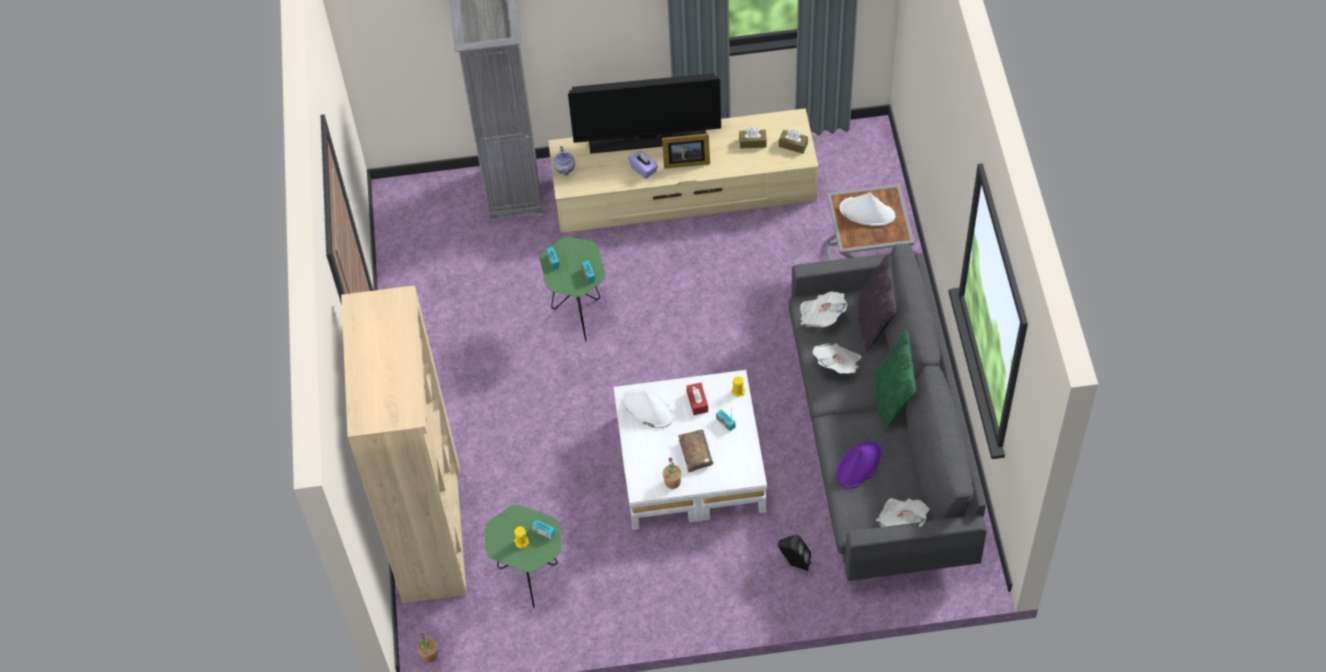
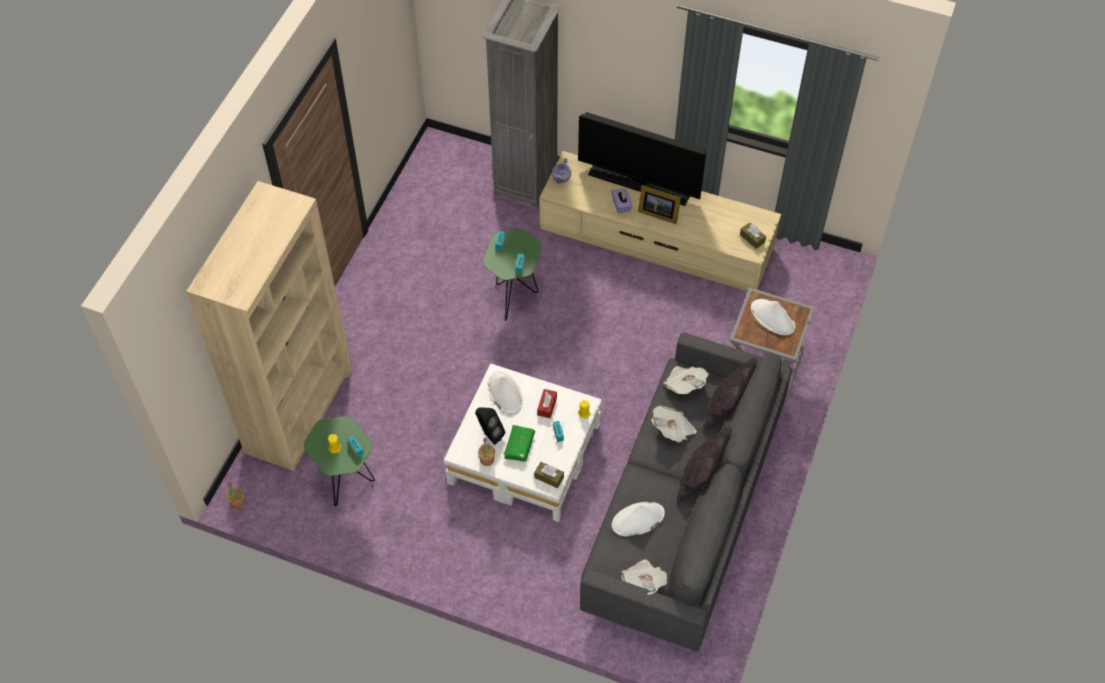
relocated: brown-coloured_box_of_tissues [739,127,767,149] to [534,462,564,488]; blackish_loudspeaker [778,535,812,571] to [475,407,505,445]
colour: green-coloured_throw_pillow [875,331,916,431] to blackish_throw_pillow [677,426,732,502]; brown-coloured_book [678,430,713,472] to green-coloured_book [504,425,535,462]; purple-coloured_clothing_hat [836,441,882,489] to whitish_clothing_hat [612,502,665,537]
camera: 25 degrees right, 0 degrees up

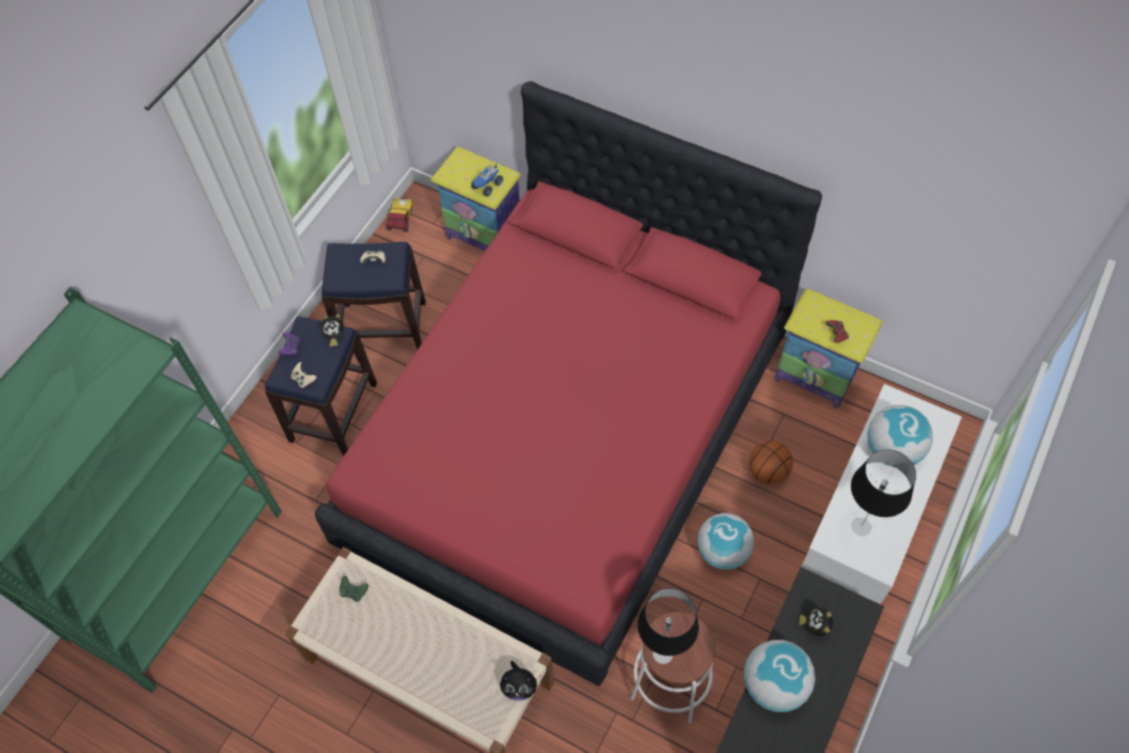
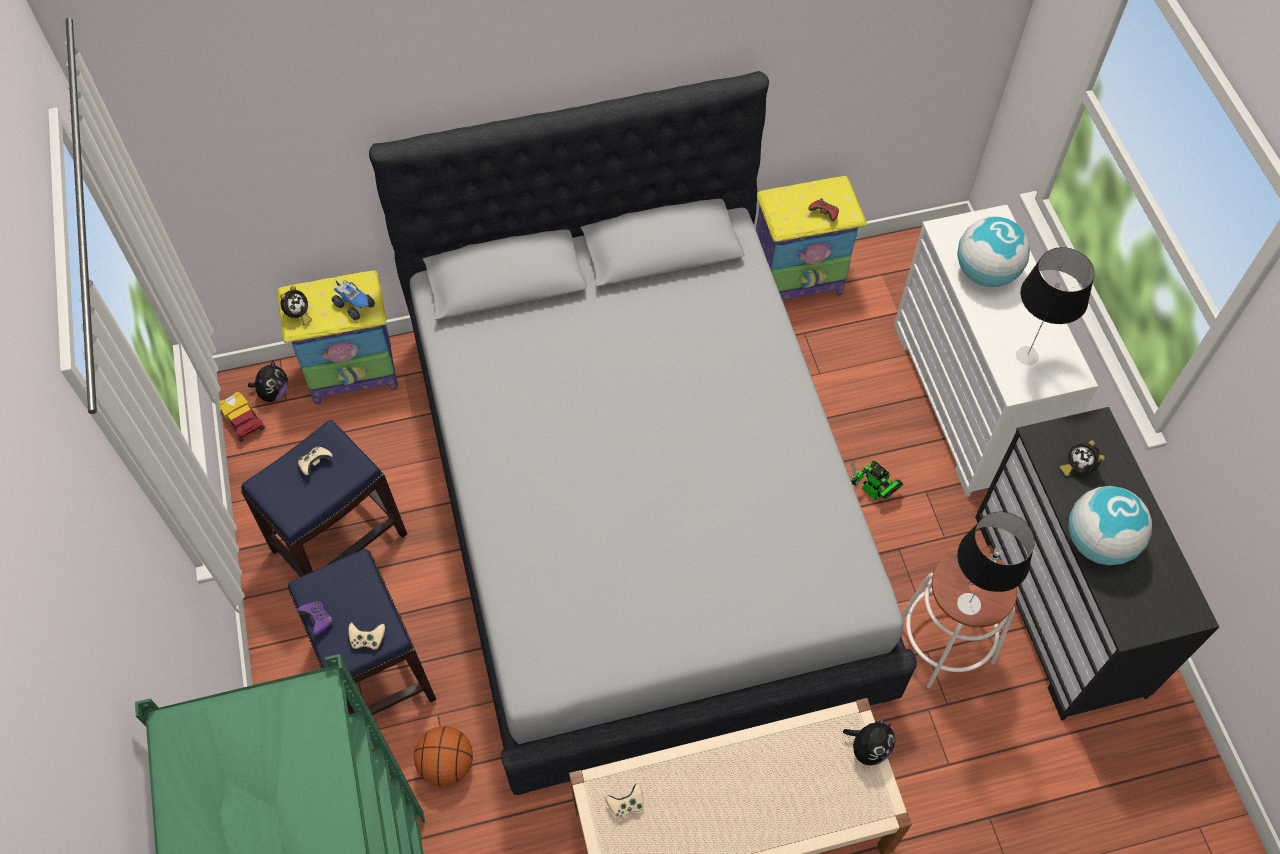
appeared: plush_toy [248,360,288,402]
relocated: bedside_clock [320,314,344,346] to [280,286,312,326]; ball_for_basketball [749,440,793,484] to [414,726,473,786]
exchanged: world_globe [697,513,754,570] to toy_robot [850,461,904,500]
colour: red_sleeping_bed [315,81,822,686] to greyish_sleeping_bed [369,71,917,795]; green-coloured_gamepad [340,576,368,602] to beige_gamepad [605,783,644,819]
spun: toy_lorry [471,163,503,197] = [332,280,375,320] 45 degrees counterclockwise
camera: 45 degrees left, 0 degrees up

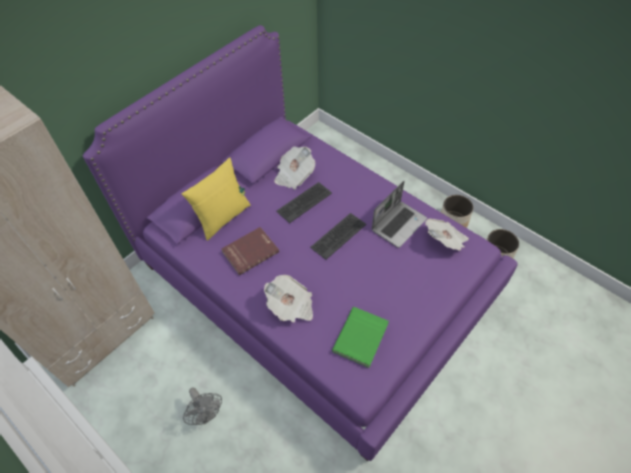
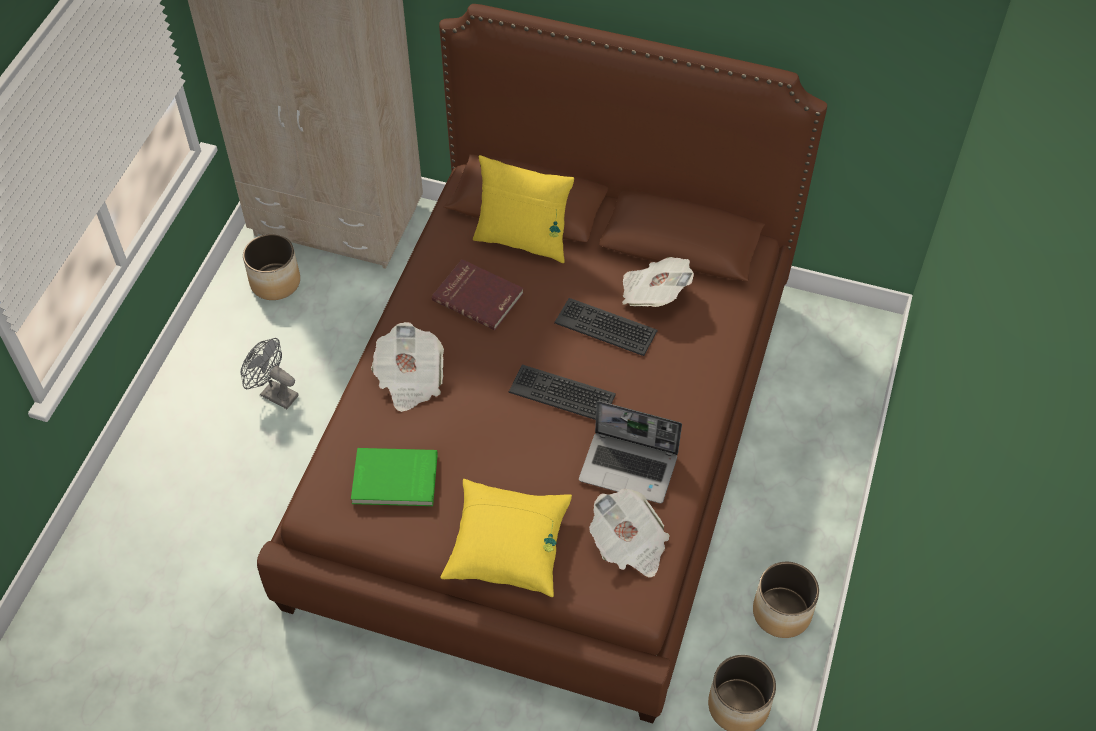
appeared: planter [243,234,300,300]; yellow-coloured_throw_pillow [440,479,572,597]
colour: purple-coloured_sleeping_bed [83,25,518,461] to brown-coloured_sleeping_bed [257,4,827,724]
spun: greyish_cooling_fan [183,388,222,425] = [241,338,299,409] 90 degrees clockwise
camera: 65 degrees right, 0 degrees up

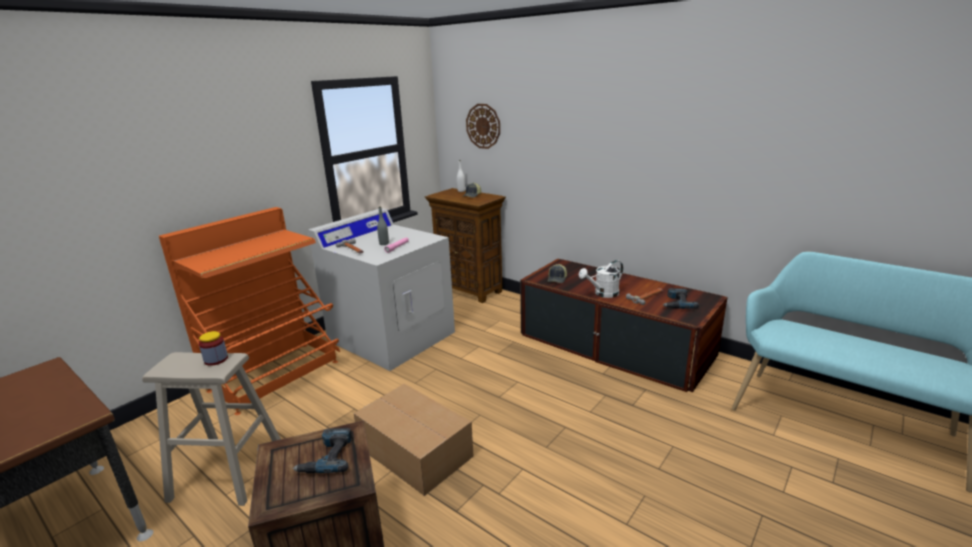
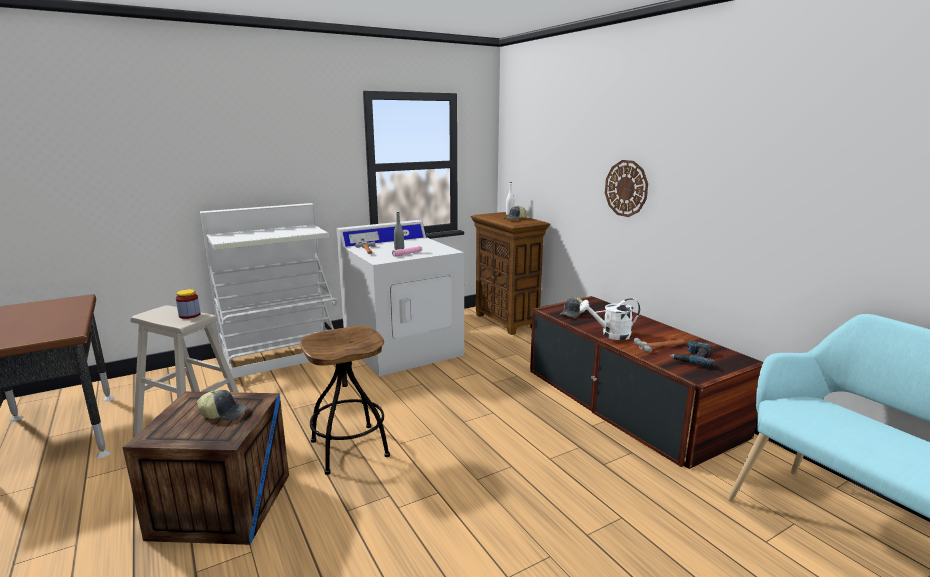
relocated: wall_clock [466,104,500,149] to [605,160,648,217]
exchanged: cardboard_box [354,384,473,496] to brown-coloured_stool_seat [300,326,390,475]; electric_drill [292,428,352,473] to baseball_cap [197,390,249,421]
colour: orange_shoe_shelf [159,207,340,415] to whitish_shoe_shelf [200,203,338,378]
camera: 20 degrees right, 5 degrees down

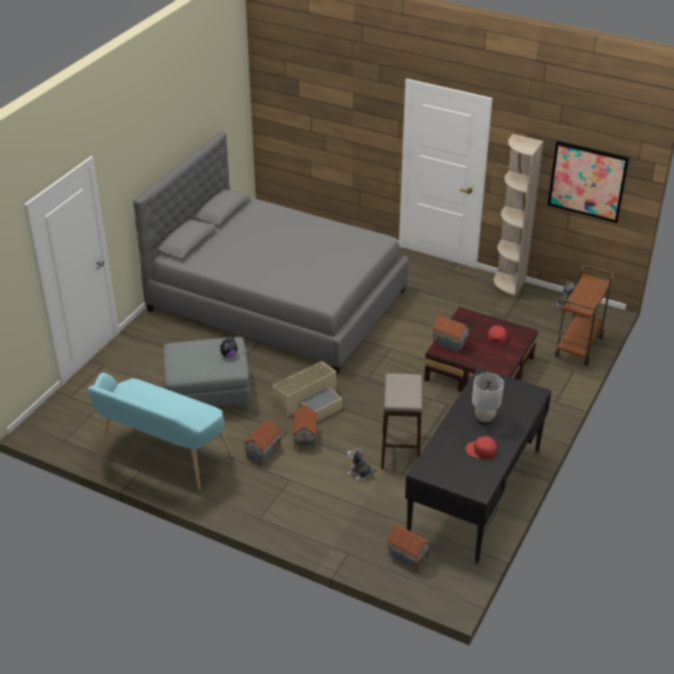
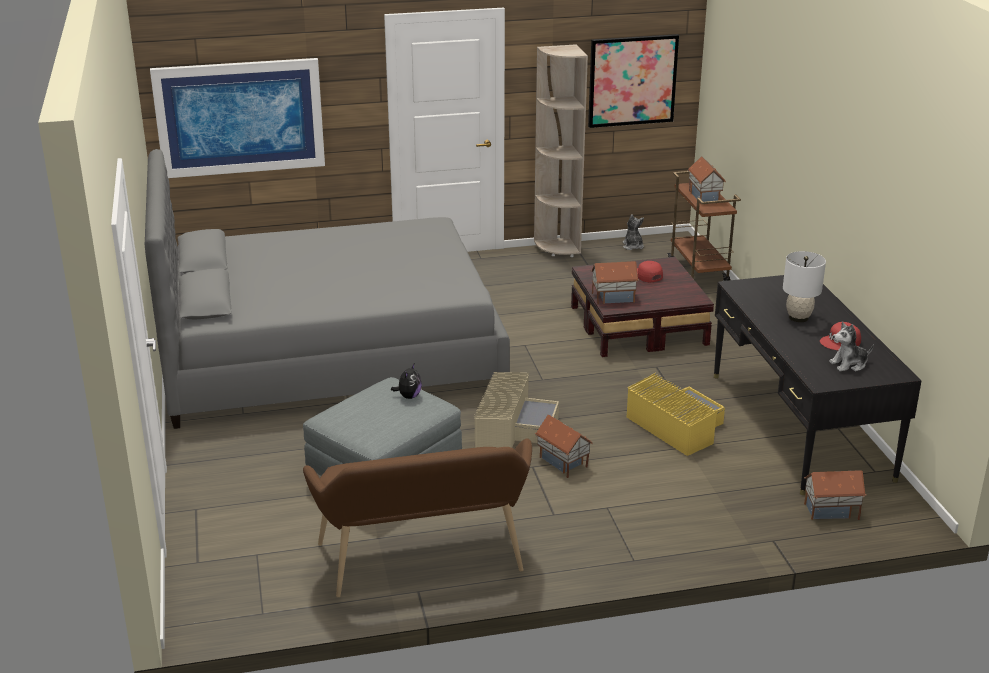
appeared: wall_art [150,58,325,178]
relocated: model_house [243,419,281,464] to [688,156,726,204]; plush_toy [347,446,376,480] to [829,322,874,371]
exchanged: stool_seat [381,374,422,469] to yellow-coloured_storage_bin [627,373,725,456]
colour: blue-green_indoor_bench [87,373,233,490] to brown-coloured_indoor_bench [303,439,532,597]
camera: 40 degrees left, 10 degrees down

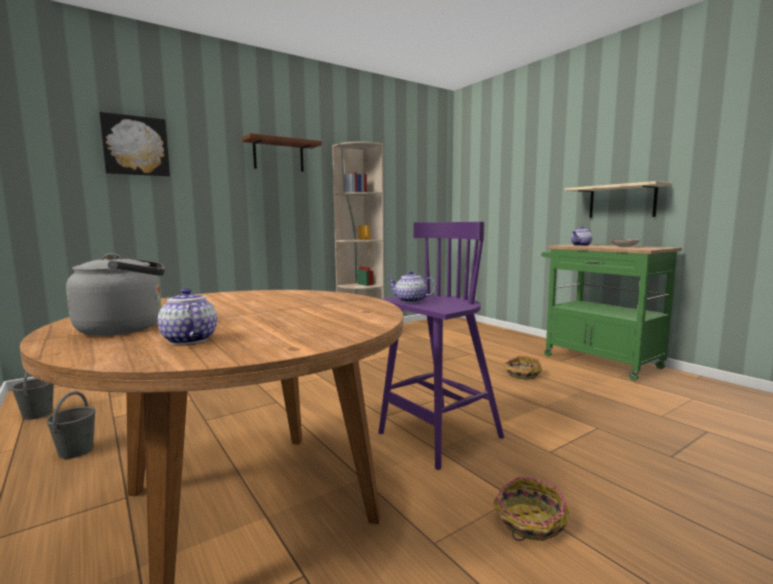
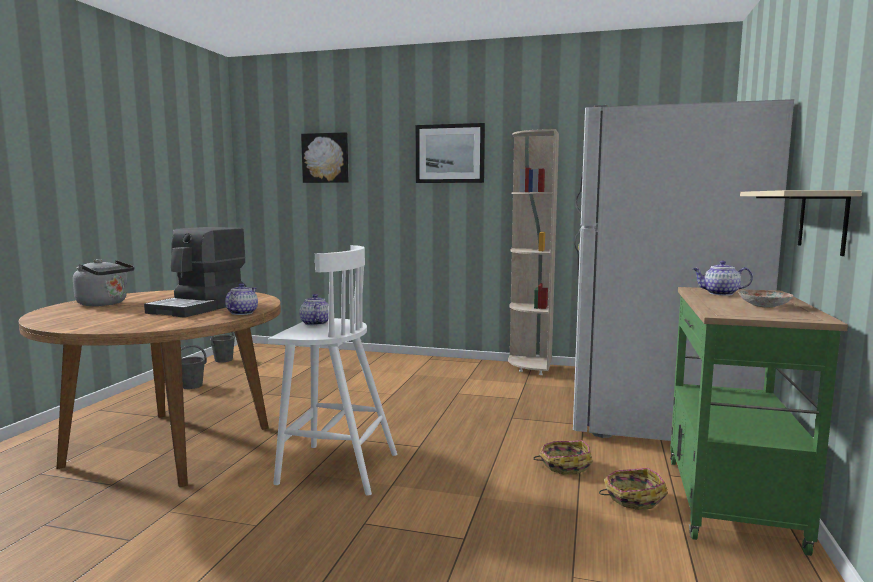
appeared: whitish_kitchen_fridge [573,99,794,441]; coffee_maker [144,227,247,318]
relocated: teapot [158,288,217,345] to [225,283,258,315]; storage_basket [493,476,569,541] to [599,468,668,510]
exchanged: brown-coloured_bracket_shelf [242,133,322,172] to wall_art [416,123,485,183]
colour: purple-coloured_stool_seat [378,222,504,470] to whitish_stool_seat [268,245,397,496]
camera: 50 degrees right, 0 degrees up

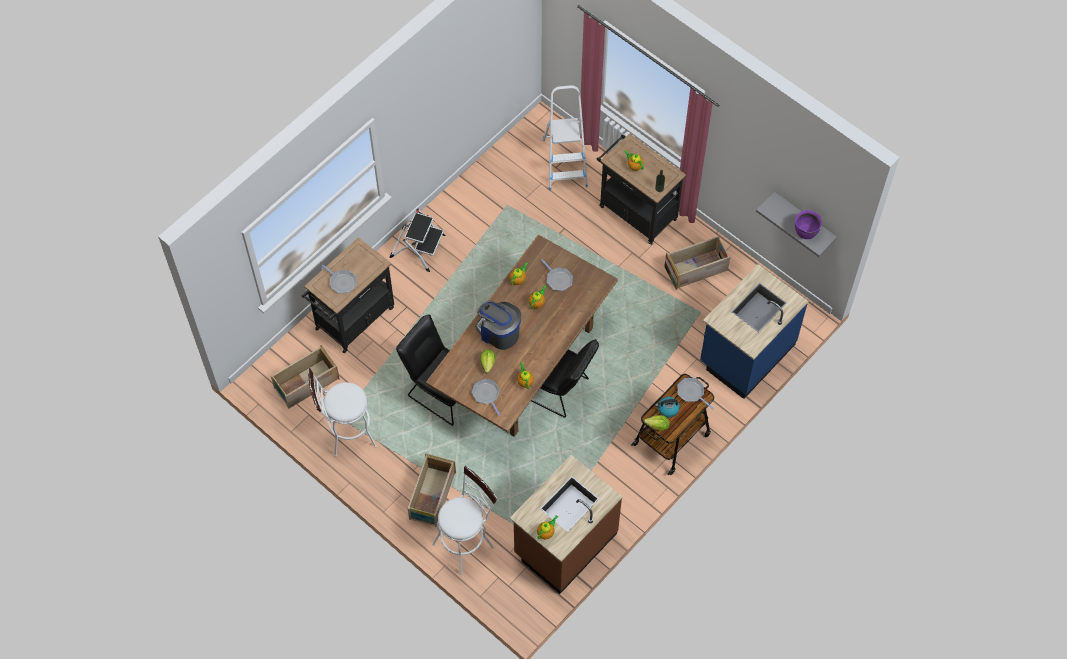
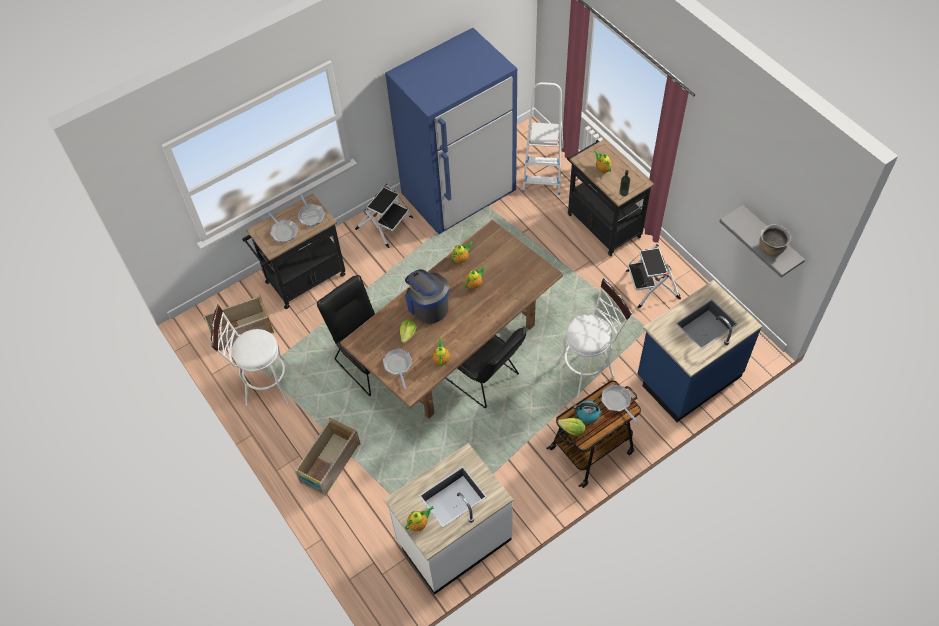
appeared: blue_kitchen_fridge [385,28,517,234]
relocated: frying_pan [541,259,573,291] to [298,194,325,226]; whitish_stool_seat [432,465,497,575] to [554,278,632,398]
exchanged: packing_crate [664,236,730,290] to step_stool [626,244,681,308]
colour: purple-coloured_saucepot [795,210,822,239] to brown-coloured_saucepot [759,224,791,257]; brown-coloured_counter [510,455,623,594] to whitish_counter [383,443,514,595]
camera: 15 degrees right, 5 degrees down

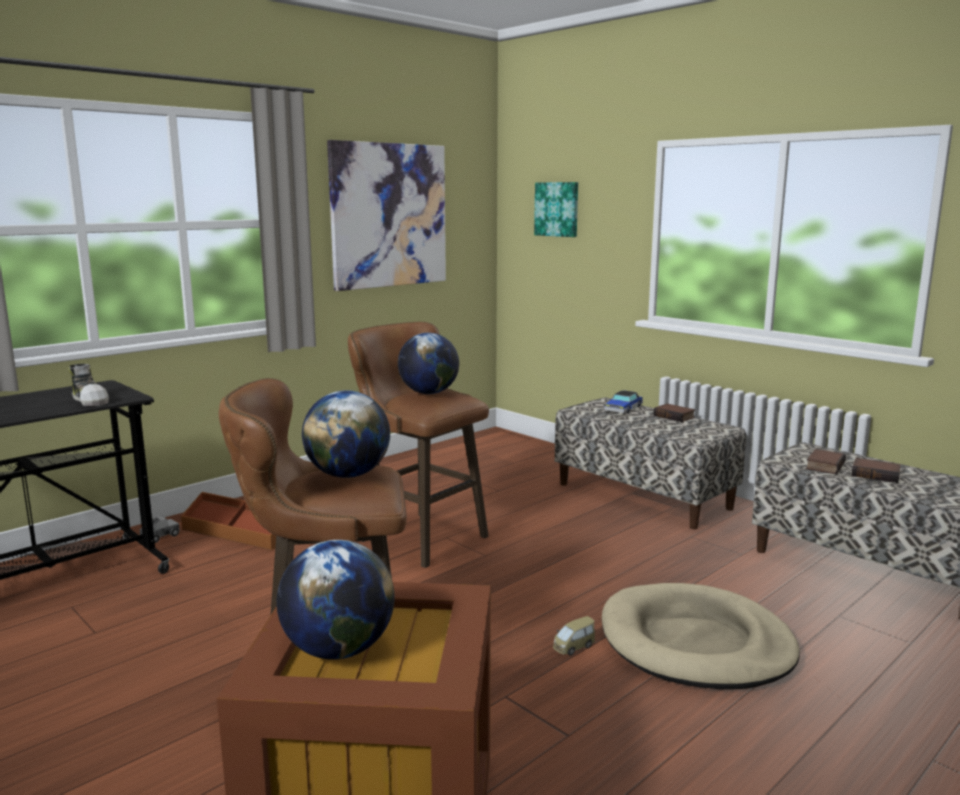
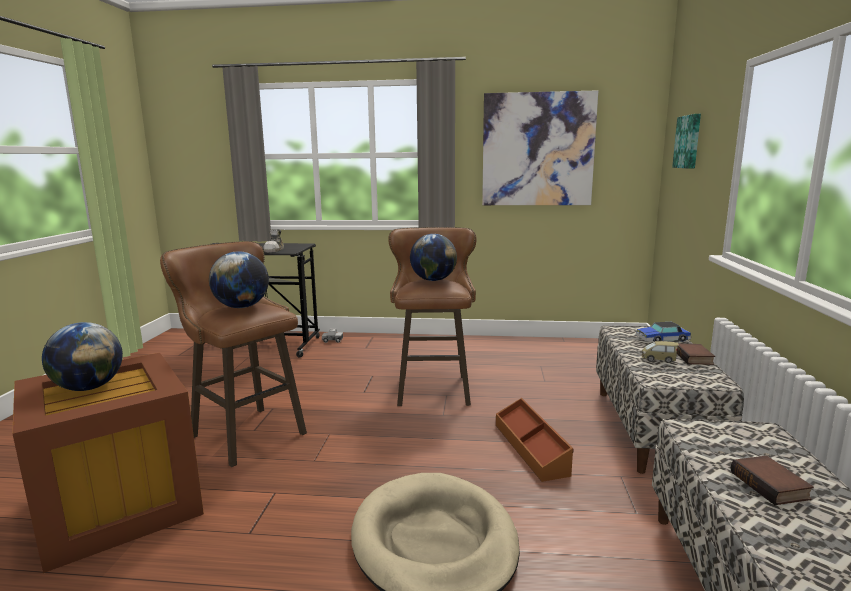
missing: book [806,449,846,474]
relocated: brown-coloured_storage_bin [181,492,276,550] to [496,398,574,482]; model_car [553,616,595,656] to [641,341,679,363]
camera: 50 degrees right, 0 degrees up

